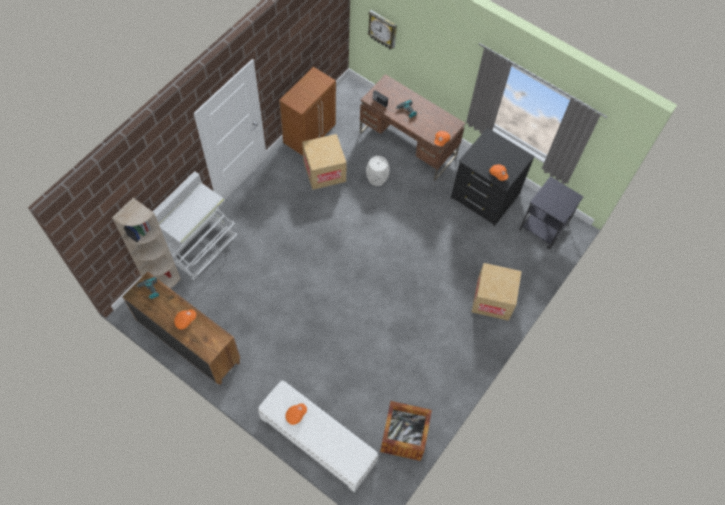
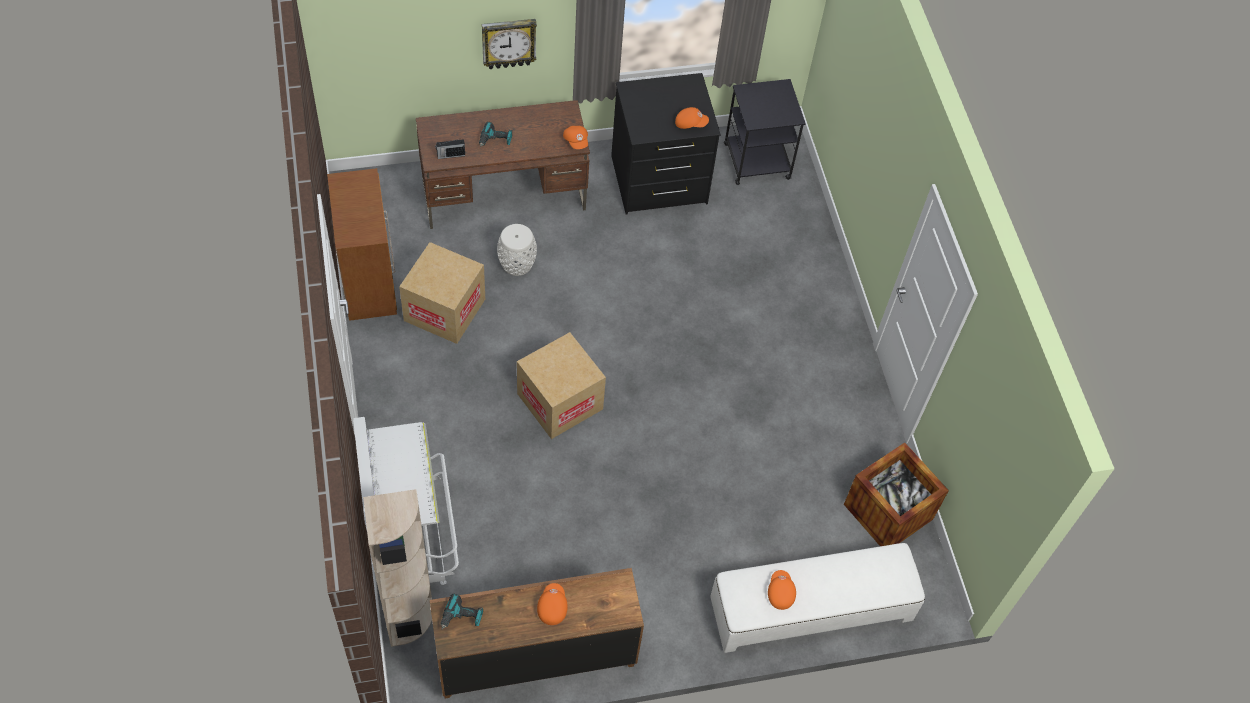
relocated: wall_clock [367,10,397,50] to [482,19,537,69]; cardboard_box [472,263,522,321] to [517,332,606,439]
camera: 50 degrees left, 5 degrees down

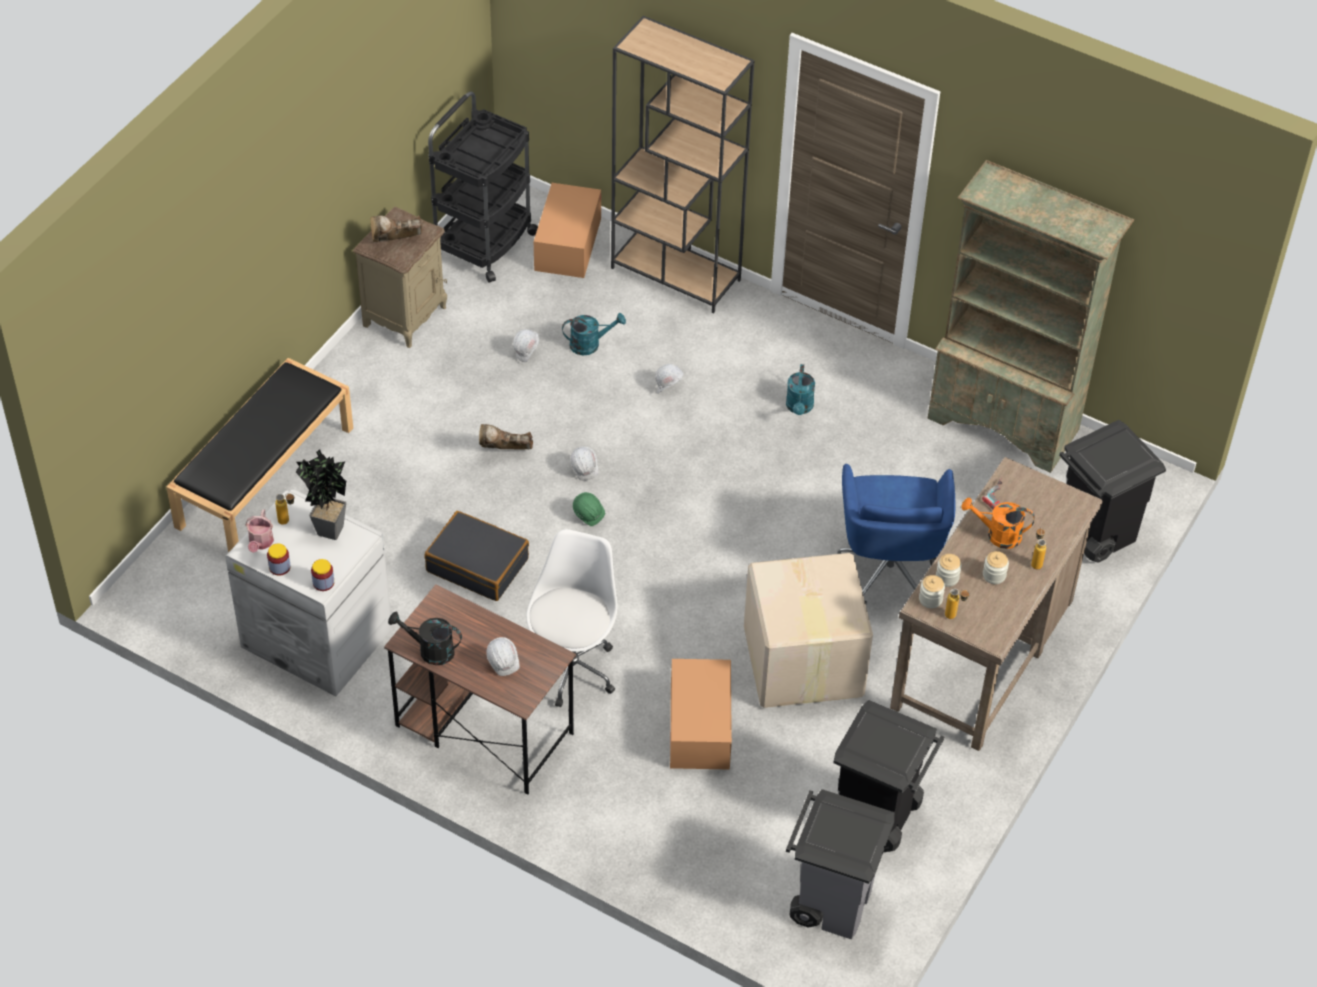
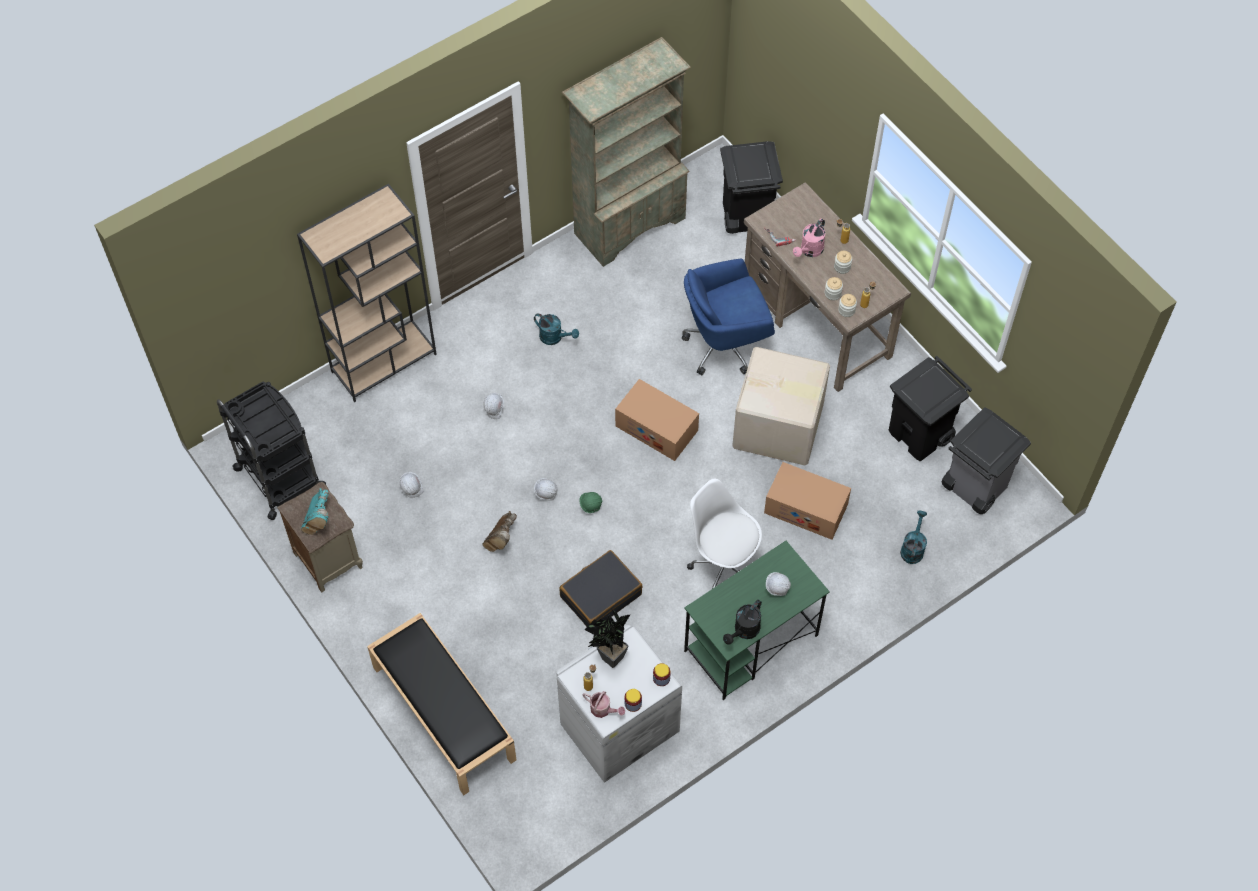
relocated: cardboard_box [534,183,601,278] to [615,379,699,461]; blue-green_watering_can [562,313,626,355] to [900,510,927,564]
colour: brown-coloured_high-top_boot [370,215,422,242] to blue-green_high-top_boot [301,488,329,535]; orange_watering_can [961,497,1035,549] to pinkish_watering_can [793,219,826,257]; brown-coloured_desk_unit [384,584,576,795] to green-coloured_desk_unit [684,541,830,700]
spun: blue_office_chair [837,464,955,604] = [682,258,775,375] 135 degrees clockwise
camera: 65 degrees left, 10 degrees up

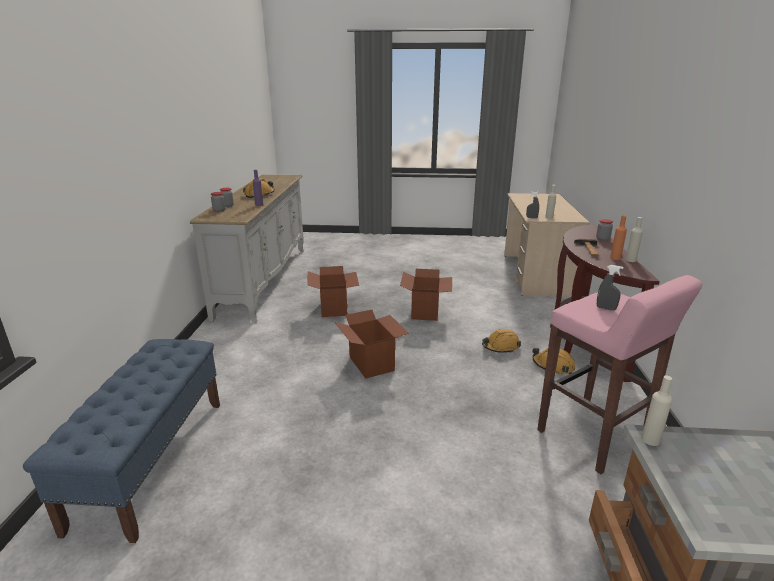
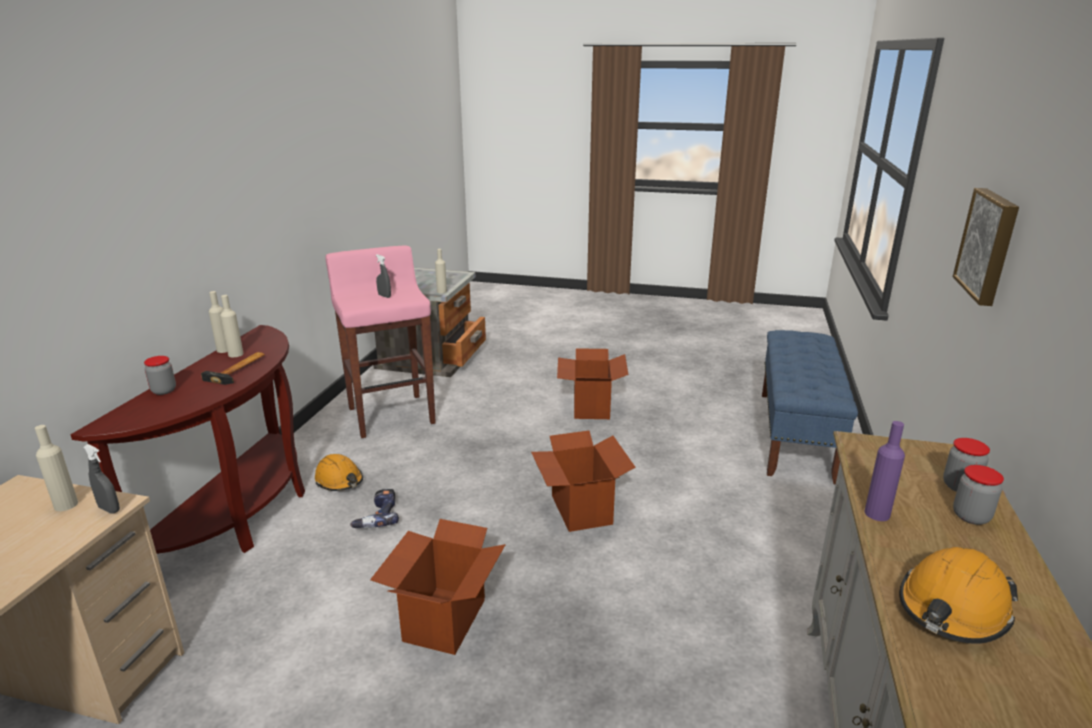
appeared: wall_art [953,188,1019,306]
relocated: cardboard_box [307,266,359,317] to [557,348,628,419]
exchanged: orange_work_helmet [482,329,521,353] to electric_drill [350,489,399,528]
colour: orange_bottle [610,215,627,260] to beige_bottle [220,295,244,357]
camera: 170 degrees left, 0 degrees up

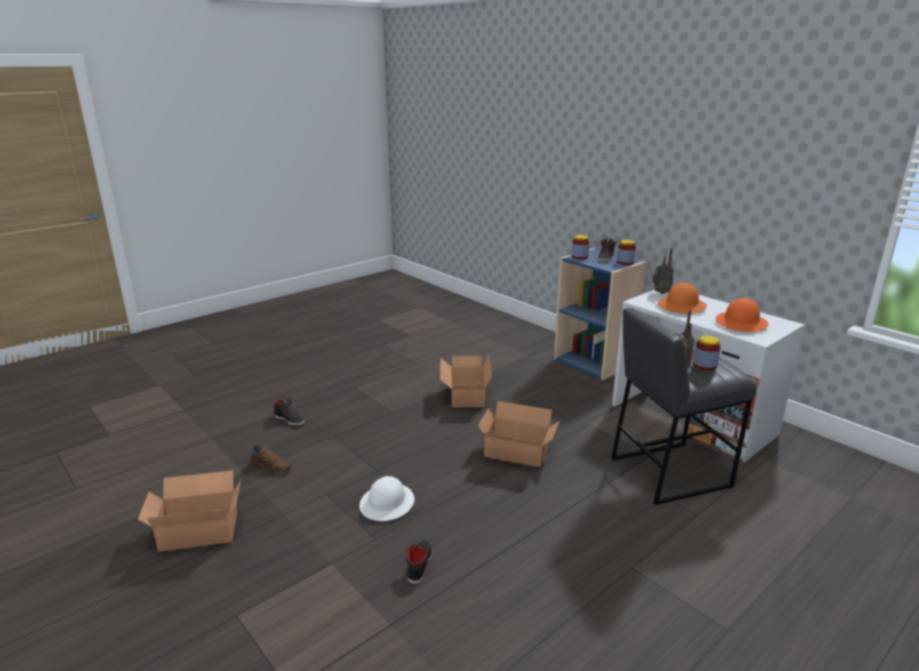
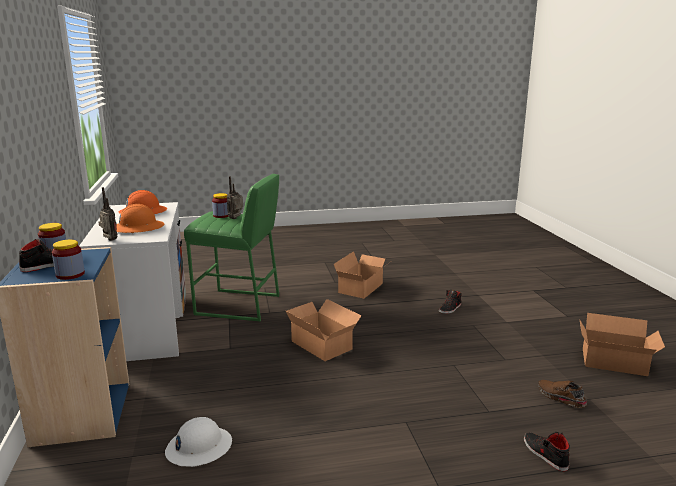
relocated: cardboard_box [440,355,492,407] to [334,251,389,299]; whitish_work_helmet [359,476,415,521] to [165,417,232,467]
colour: greyish_stool_seat [611,308,756,505] to green-coloured_stool_seat [184,174,279,321]
camera: 150 degrees left, 5 degrees down

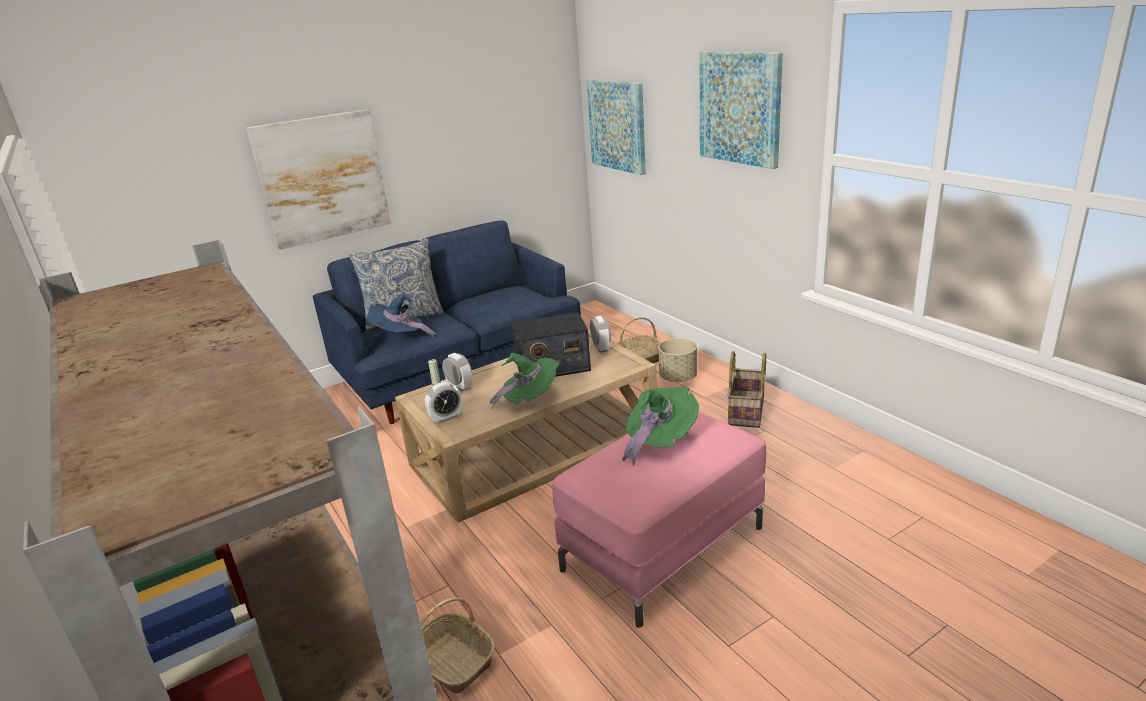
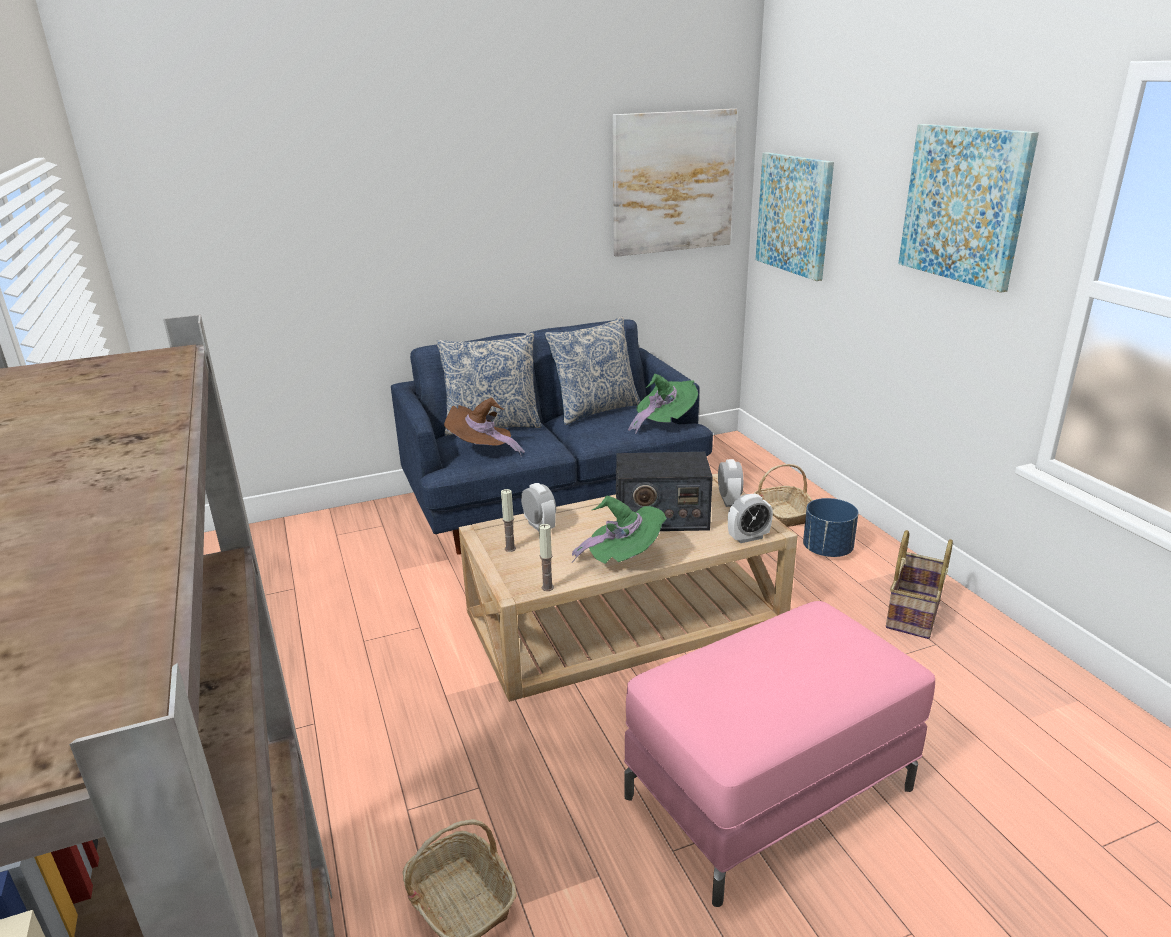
appeared: throw_pillow [545,316,641,425]; wax_candle [539,524,554,591]
relocated: wall_art [246,109,391,250] to [613,109,737,257]; bedside_clock [425,382,463,424] to [728,494,773,543]; green-coloured_clothing_hat [622,387,699,465] to [628,374,698,434]
colour: blue_clothing_hat [367,293,435,338] to brown-coloured_clothing_hat [444,397,525,457]; beige_planter [659,338,697,382] to blue_planter [803,498,858,557]
camera: 10 degrees right, 0 degrees up

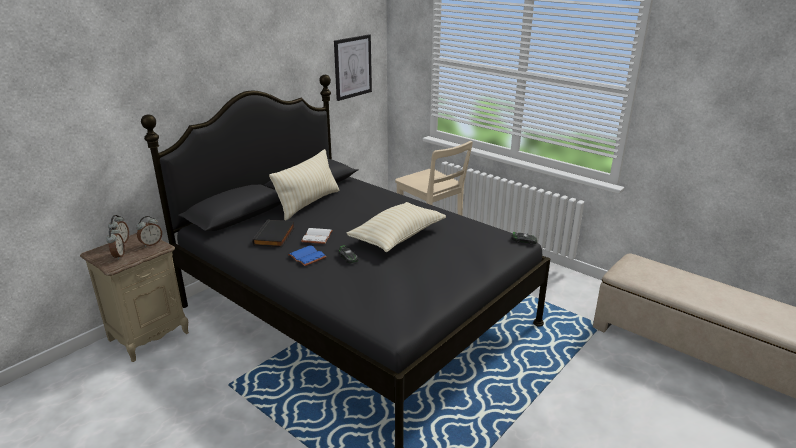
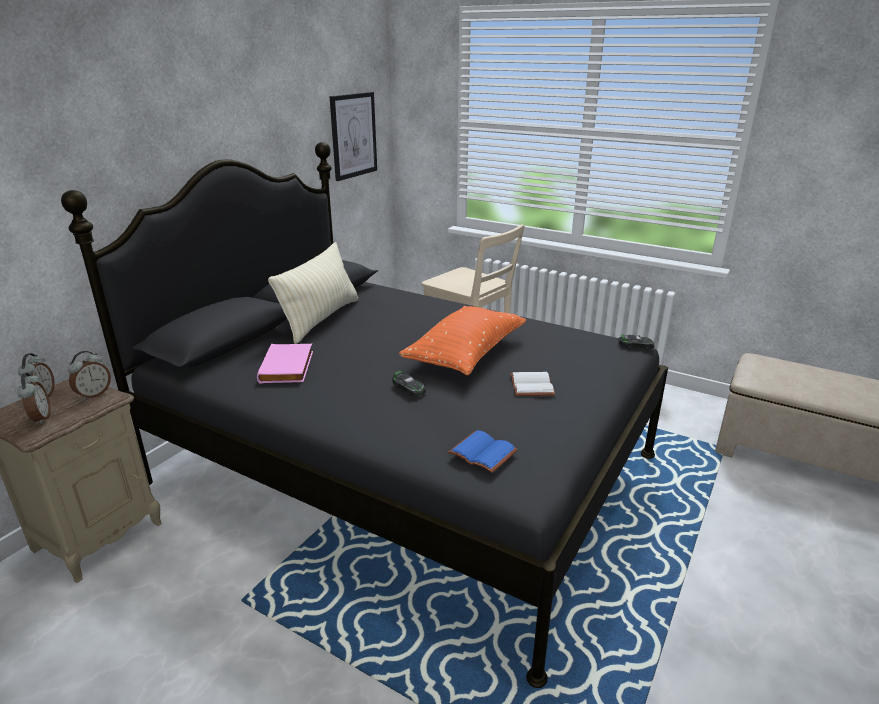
relocated: whitish_book [301,228,333,244] to [510,372,555,396]; blue_book [288,245,327,266] to [448,430,518,473]
colour: beige_throw_pillow [346,202,446,252] to orange_throw_pillow [399,306,526,375]; blackish_book [252,219,295,247] to pinkish_book [257,344,313,383]
camera: 10 degrees left, 0 degrees up

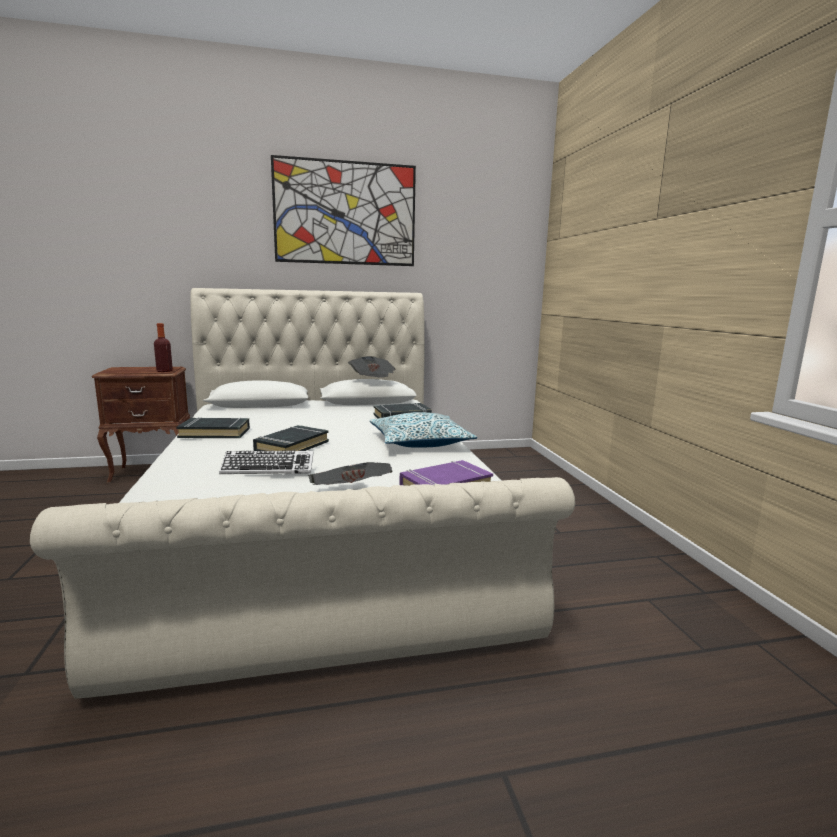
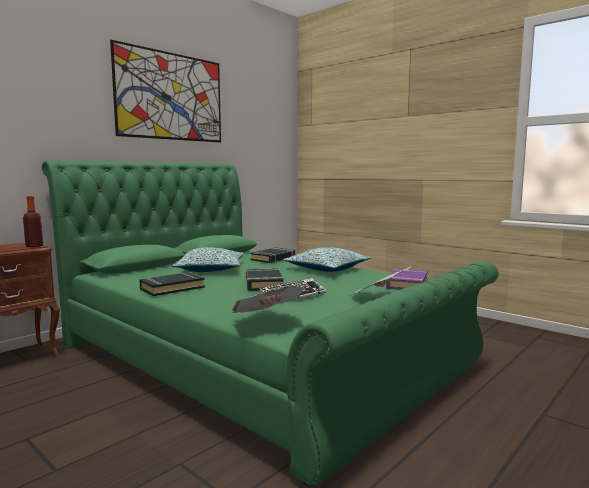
appeared: throw_pillow [172,247,244,272]
relocated: newspaper [348,356,396,377] to [232,286,303,313]
colour: beige_sleeping_bed [30,288,575,700] to green-coloured_sleeping_bed [42,160,499,487]
camera: 35 degrees left, 5 degrees down

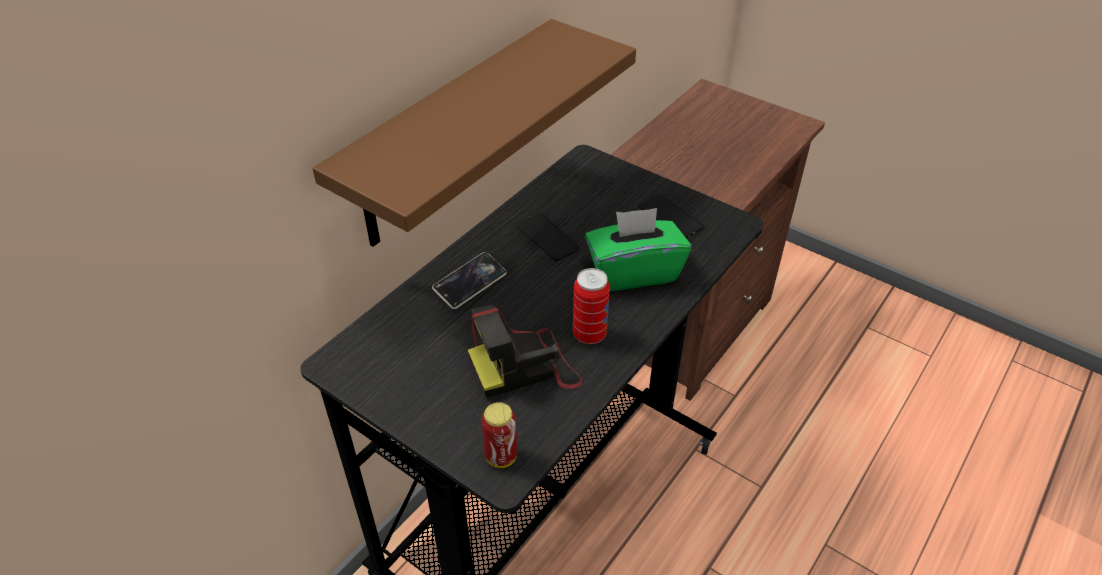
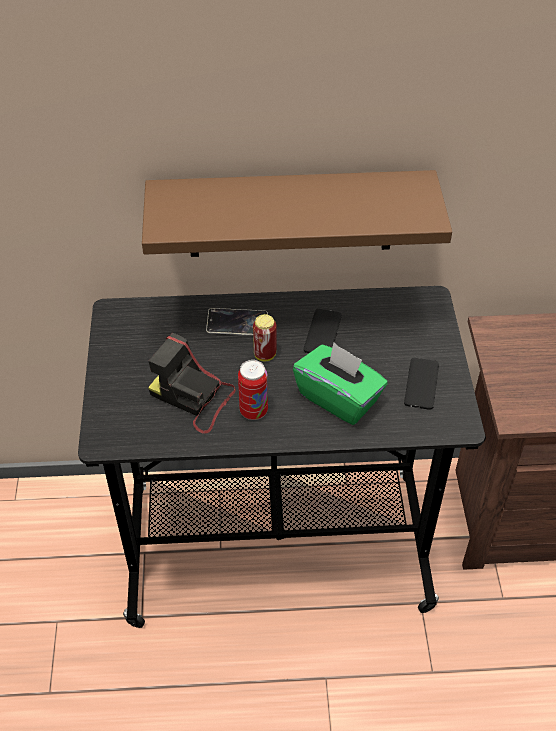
relocated: sealed_can [481,402,517,468] to [253,314,276,361]
camera: 50 degrees right, 5 degrees up

